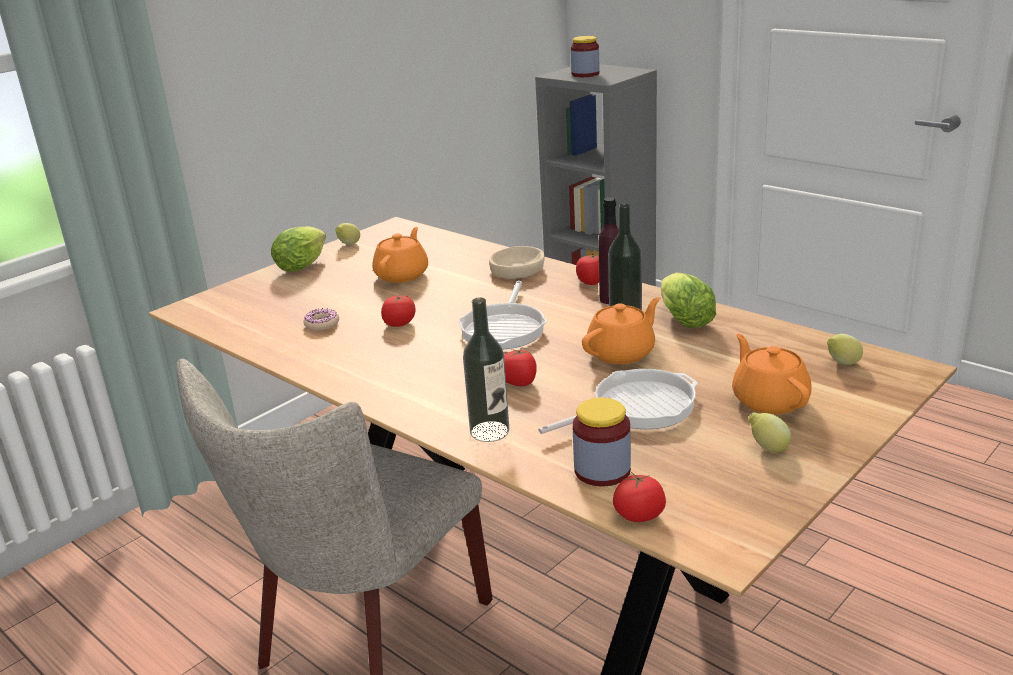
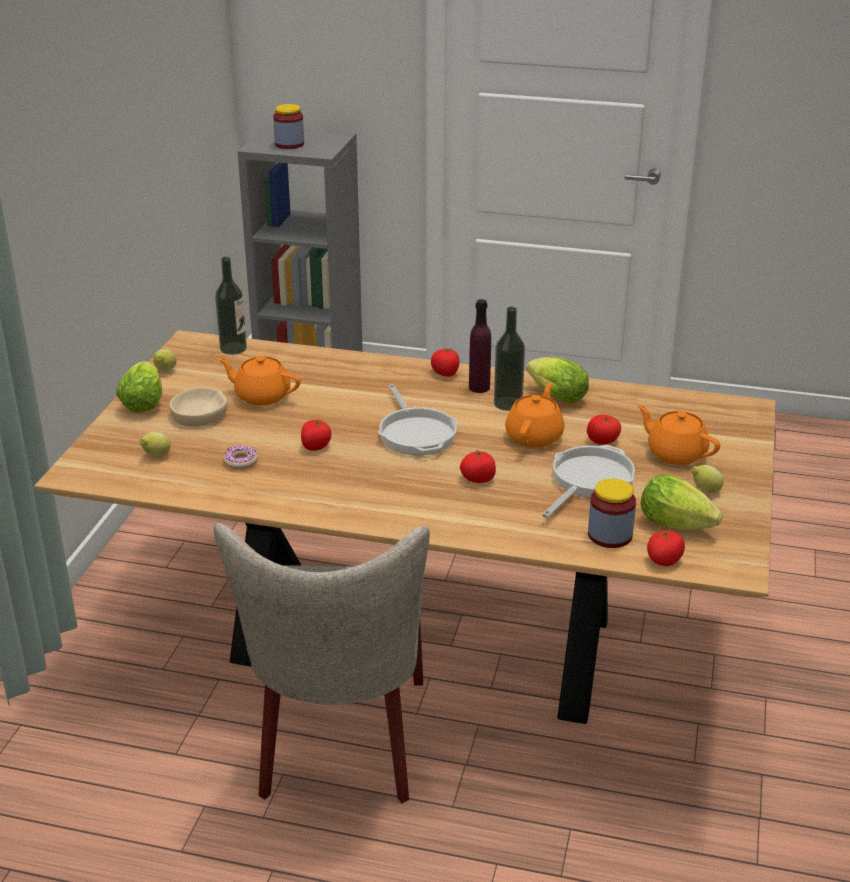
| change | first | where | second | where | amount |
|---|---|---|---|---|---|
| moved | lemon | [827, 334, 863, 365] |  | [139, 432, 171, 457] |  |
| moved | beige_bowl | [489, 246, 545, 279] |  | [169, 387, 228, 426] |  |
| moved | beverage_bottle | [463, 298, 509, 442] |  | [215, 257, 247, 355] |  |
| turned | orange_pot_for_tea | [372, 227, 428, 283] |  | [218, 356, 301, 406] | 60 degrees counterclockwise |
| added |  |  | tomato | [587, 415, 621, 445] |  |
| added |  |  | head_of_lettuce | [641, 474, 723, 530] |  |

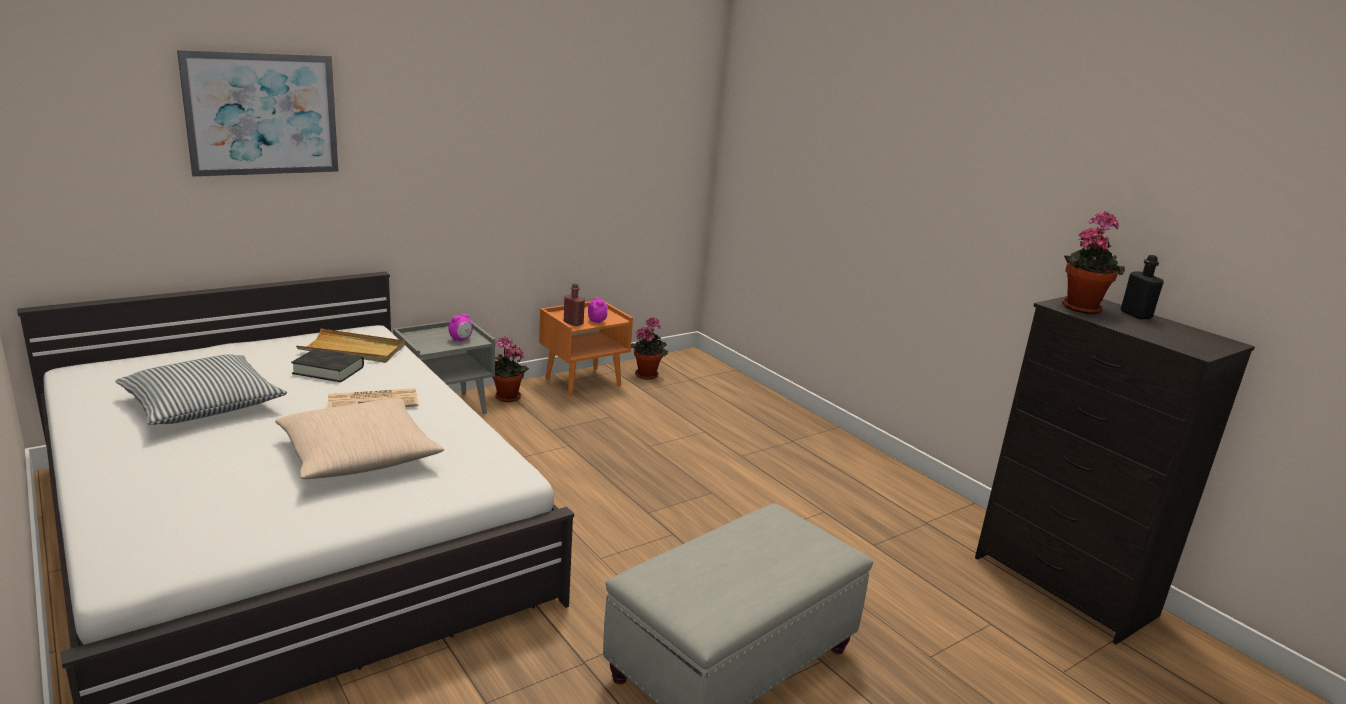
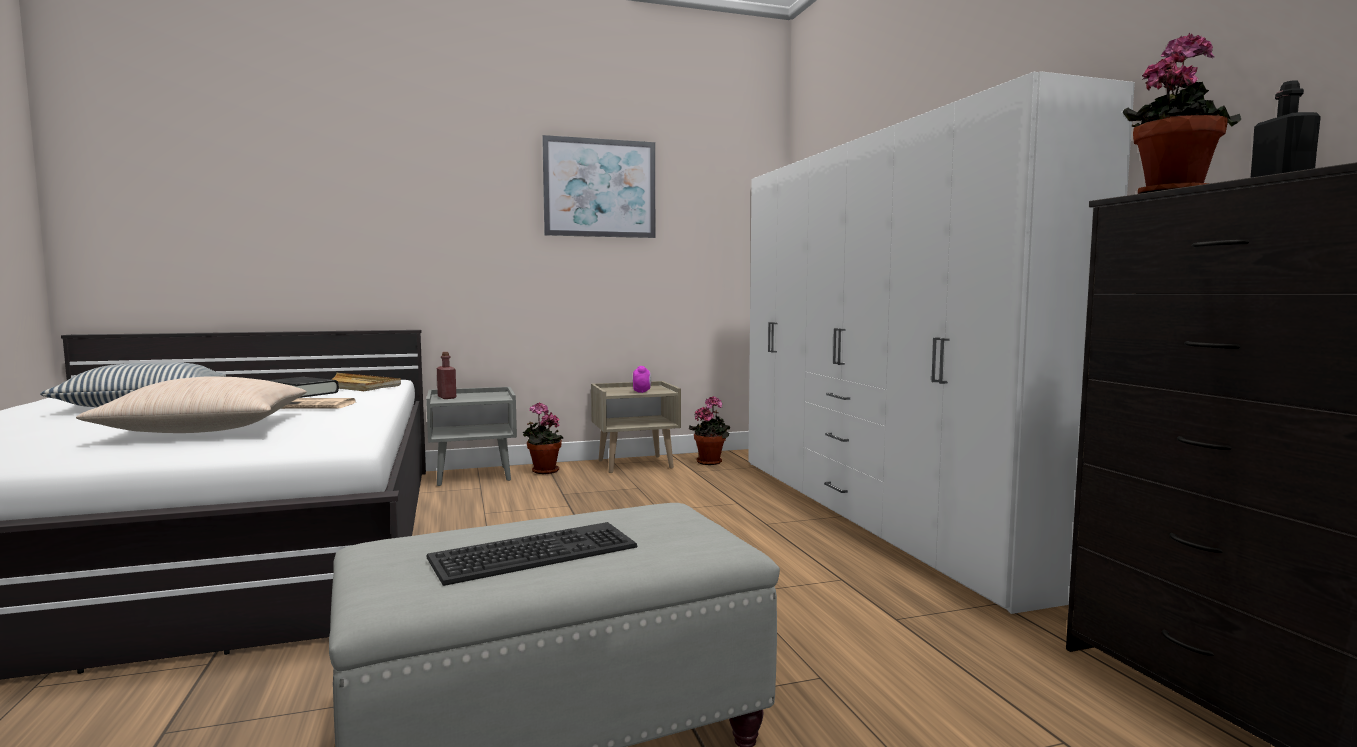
| change | first | where | second | where | amount |
|---|---|---|---|---|---|
| added |  |  | computer_keyboard | [426, 522, 637, 586] |  |
| moved | reddish_beverage_bottle | [564, 283, 585, 326] |  | [437, 352, 456, 399] |  |
| moved | wall_art | [177, 50, 339, 177] |  | [542, 135, 655, 238] |  |
| recoloured | orange_bedside_table | [539, 301, 633, 397] | beige_bedside_table | [591, 381, 681, 473] |  |
| added |  |  | white-coloured_armoire | [748, 71, 1135, 614] |  |
| removed | bedside_clock | [449, 314, 472, 341] |  |  |  |

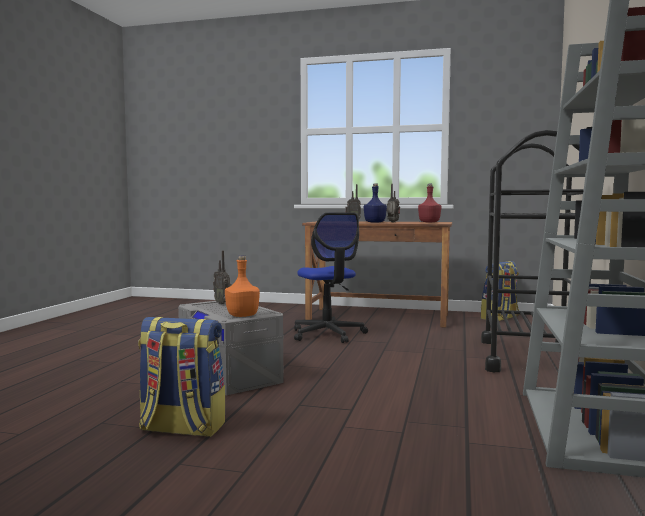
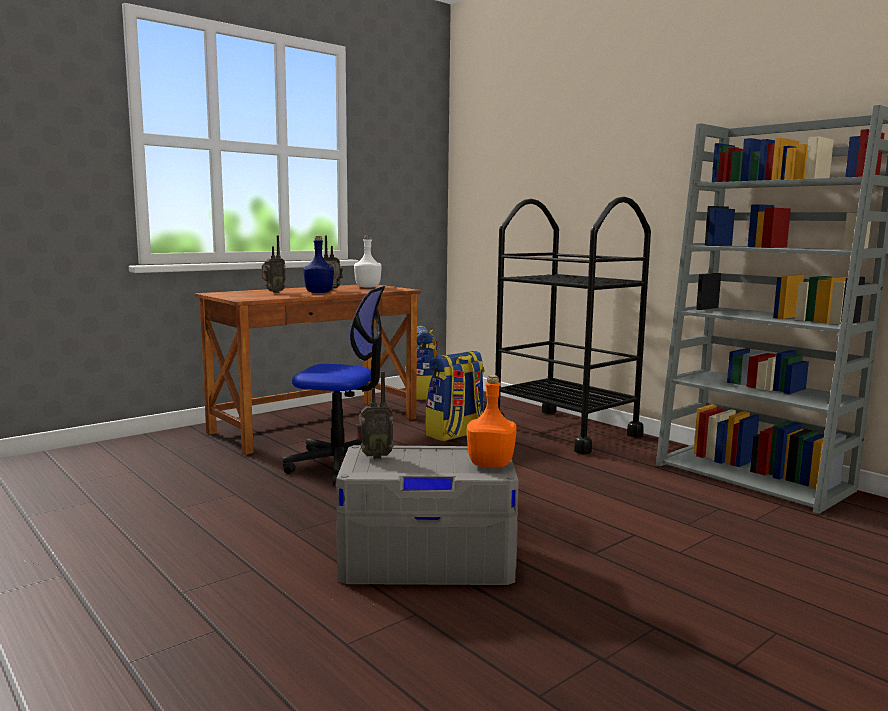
| change | first | where | second | where | amount |
|---|---|---|---|---|---|
| recoloured | reddish_beverage_bottle | [418, 184, 441, 222] | white-coloured_beverage_bottle | [354, 235, 382, 287] |  |
| moved | rucksack | [138, 317, 225, 437] |  | [426, 351, 485, 441] |  |

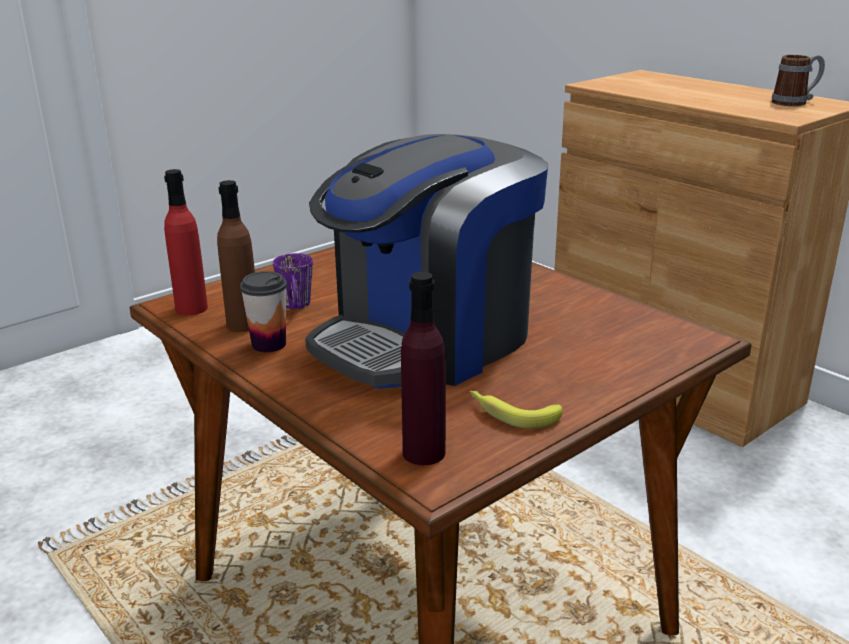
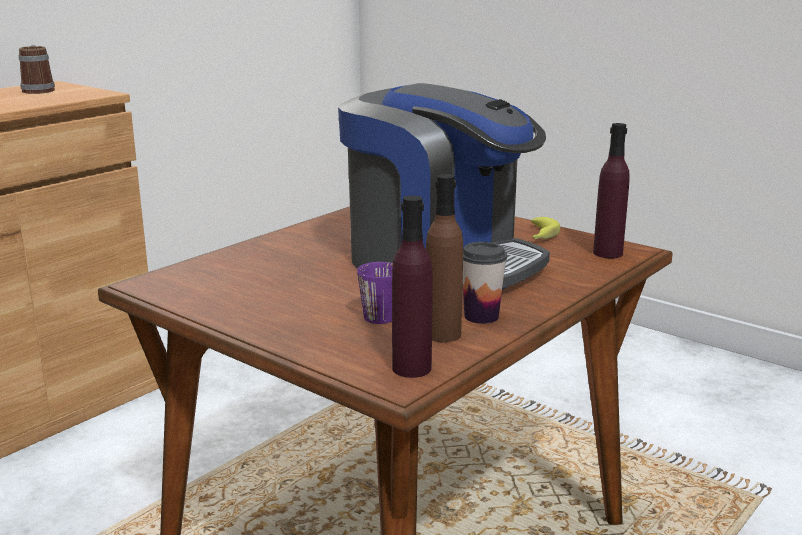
| change | first | where | second | where | amount |
|---|---|---|---|---|---|
| recoloured | reddish_beverage_bottle | [164, 169, 208, 316] | purple-coloured_beverage_bottle | [392, 196, 433, 378] |  |

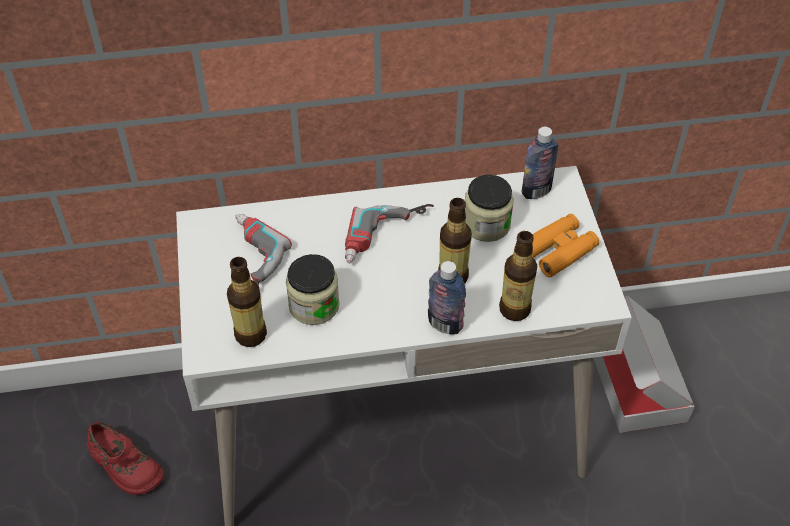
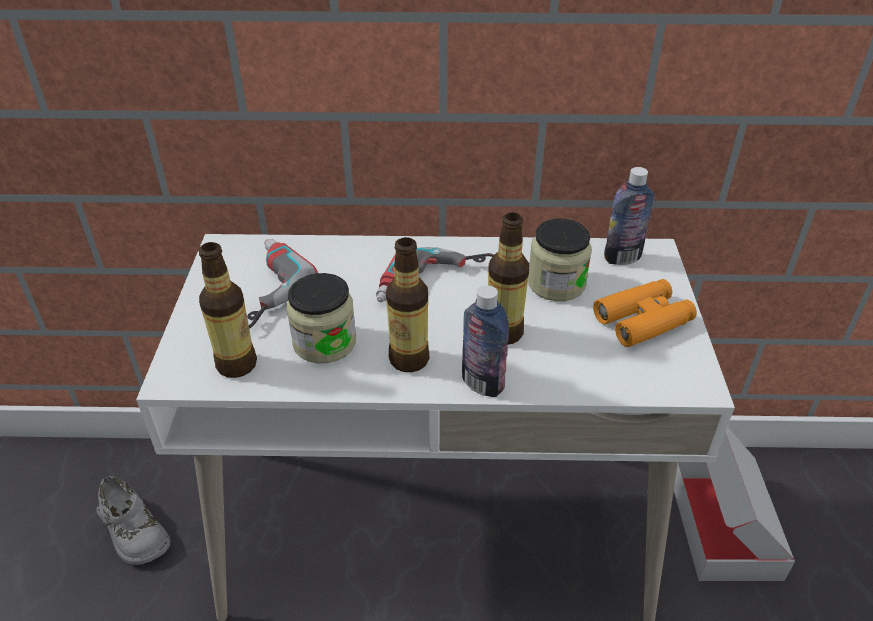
| change | first | where | second | where | amount |
|---|---|---|---|---|---|
| recoloured | reddish_shoe | [87, 422, 165, 495] | gray_shoe | [97, 476, 170, 565] |  |
| moved | beverage_bottle | [499, 231, 537, 321] |  | [386, 237, 430, 372] |  |

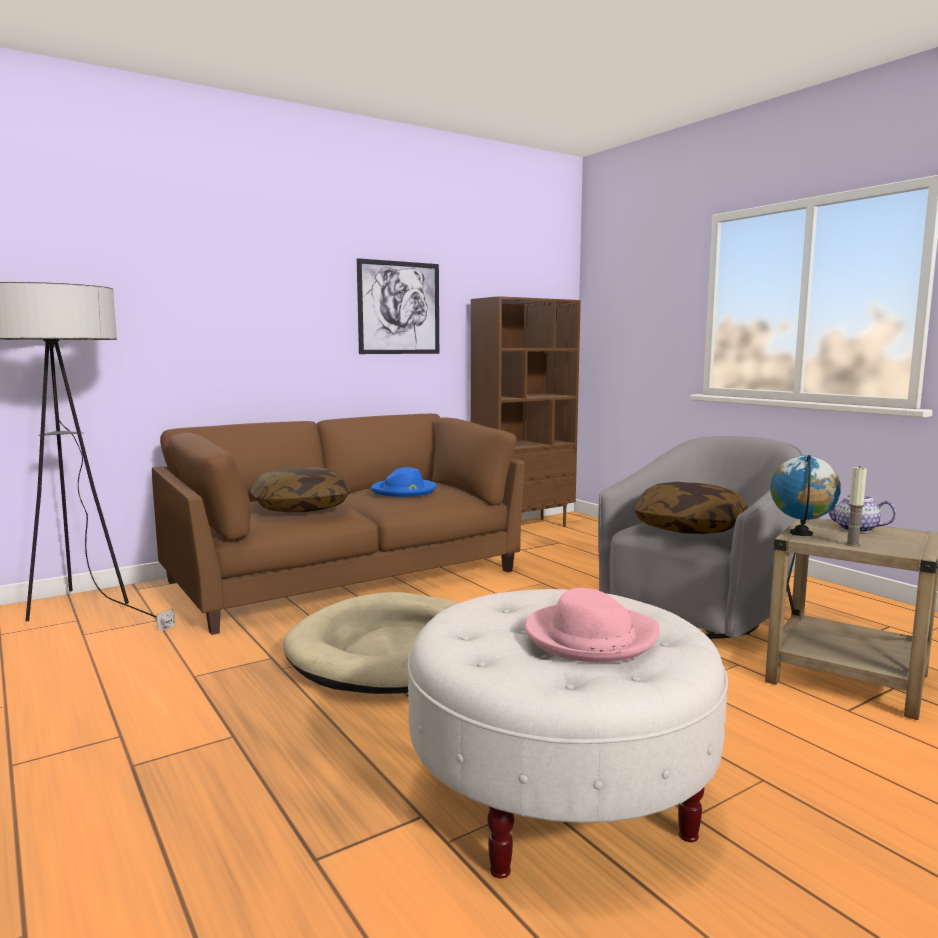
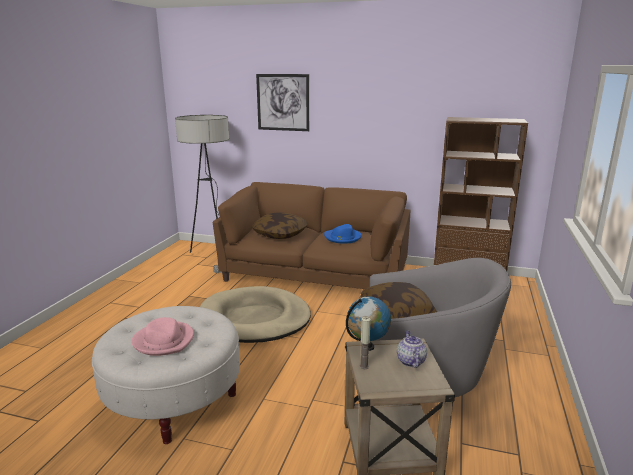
| change | first | where | second | where | amount |
|---|---|---|---|---|---|
| moved | wall_art | [357, 258, 439, 354] |  | [256, 74, 309, 131] |  |

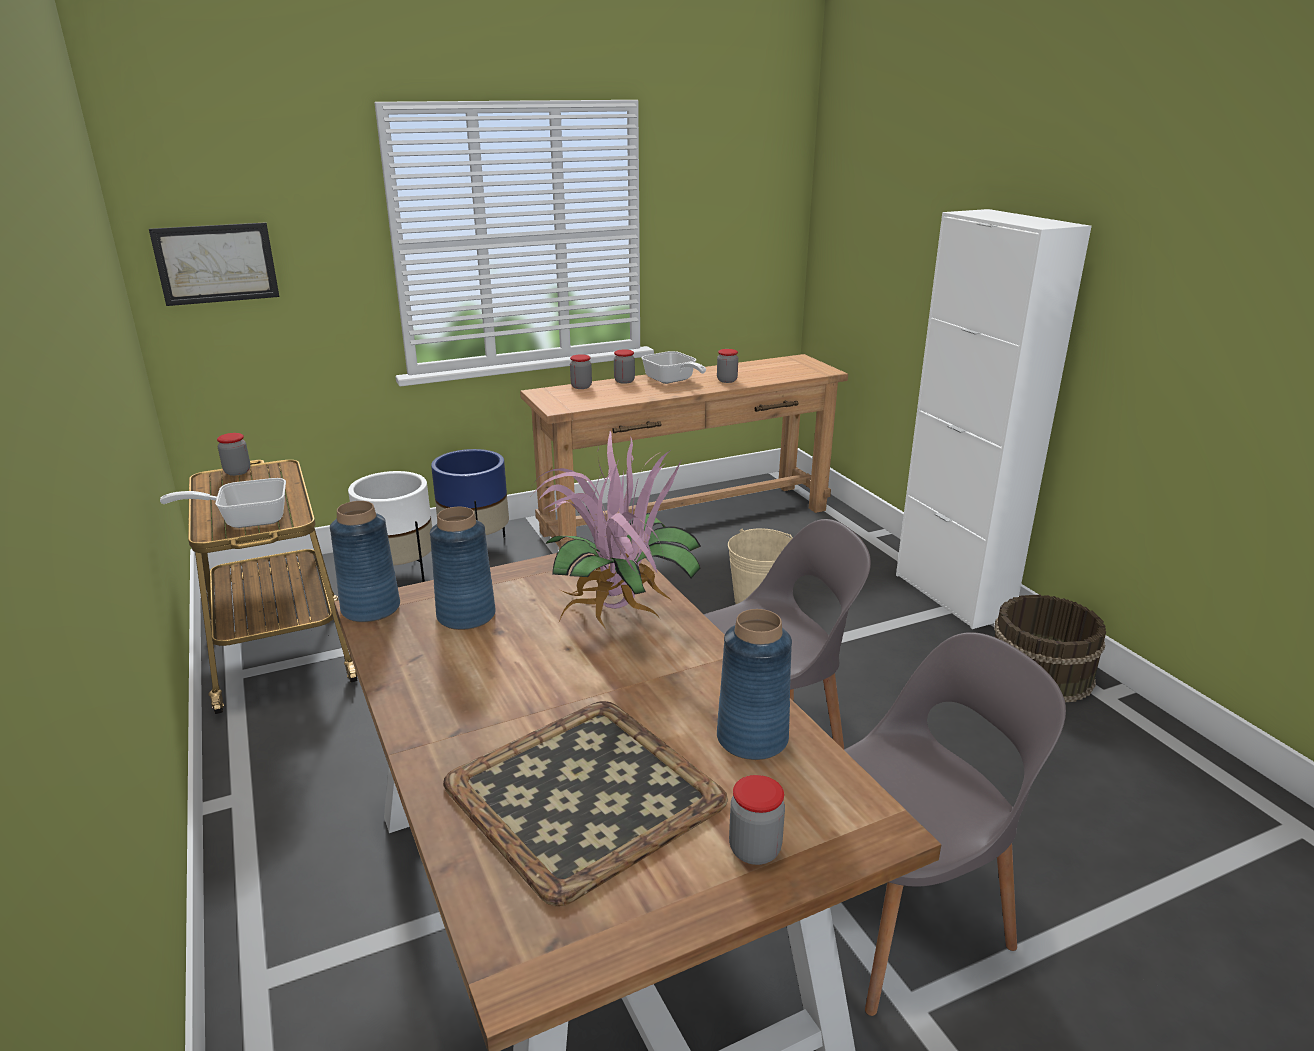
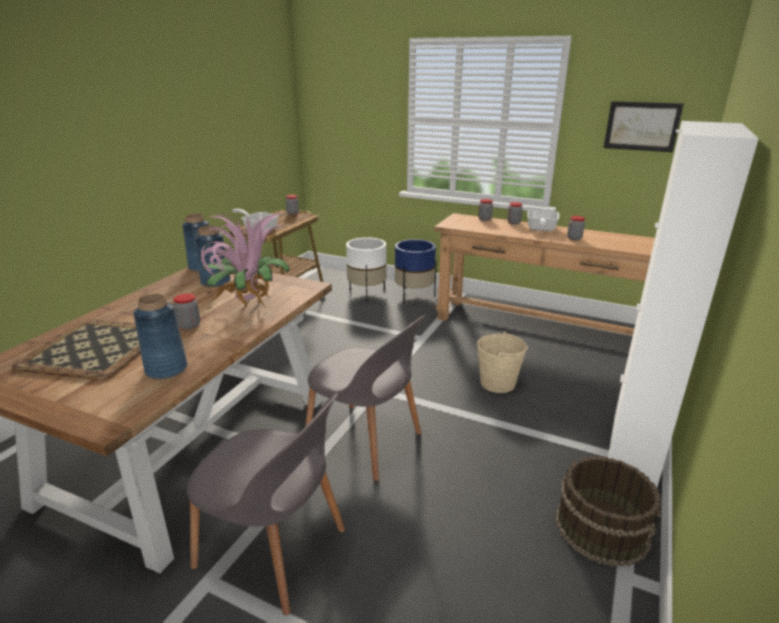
| change | first | where | second | where | amount |
|---|---|---|---|---|---|
| moved | storage_jar | [729, 775, 785, 865] |  | [173, 293, 200, 330] |  |
| moved | wall_art | [149, 222, 279, 306] |  | [604, 101, 684, 152] |  |

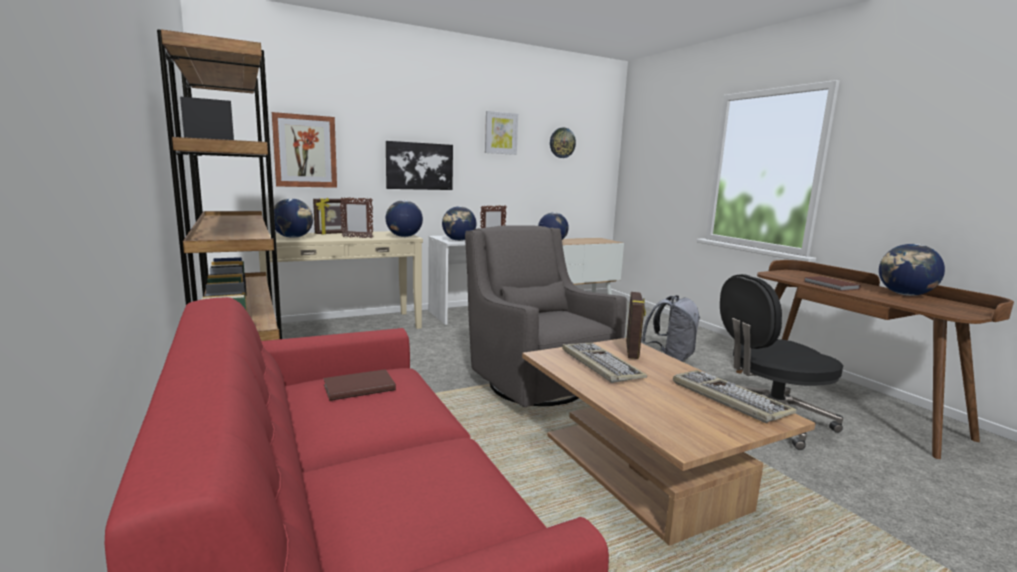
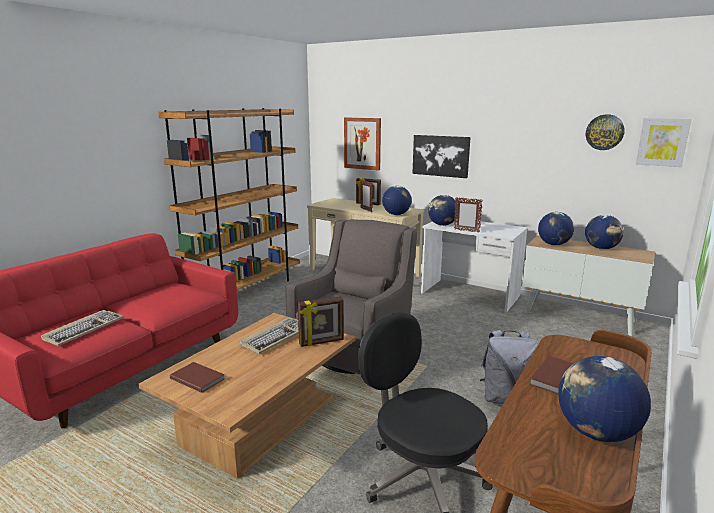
| change | first | where | second | where | amount |
|---|---|---|---|---|---|
| moved | computer_keyboard | [673, 370, 797, 423] |  | [41, 310, 124, 346] |  |
| moved | brown-coloured_volume | [323, 369, 396, 401] |  | [170, 362, 225, 393] |  |
| moved | globe | [274, 198, 313, 238] |  | [585, 215, 624, 249] |  |
| moved | wall_art | [485, 111, 518, 155] |  | [636, 118, 692, 167] |  |

